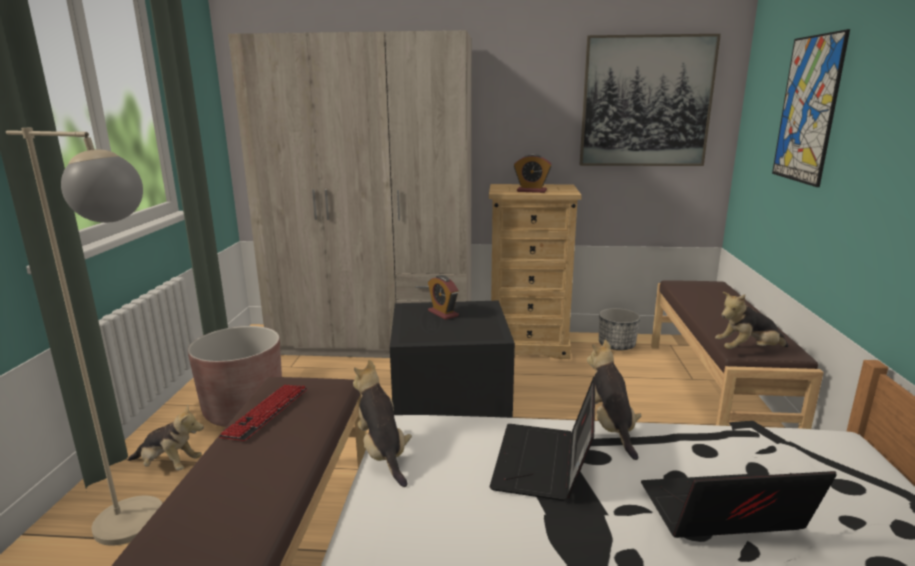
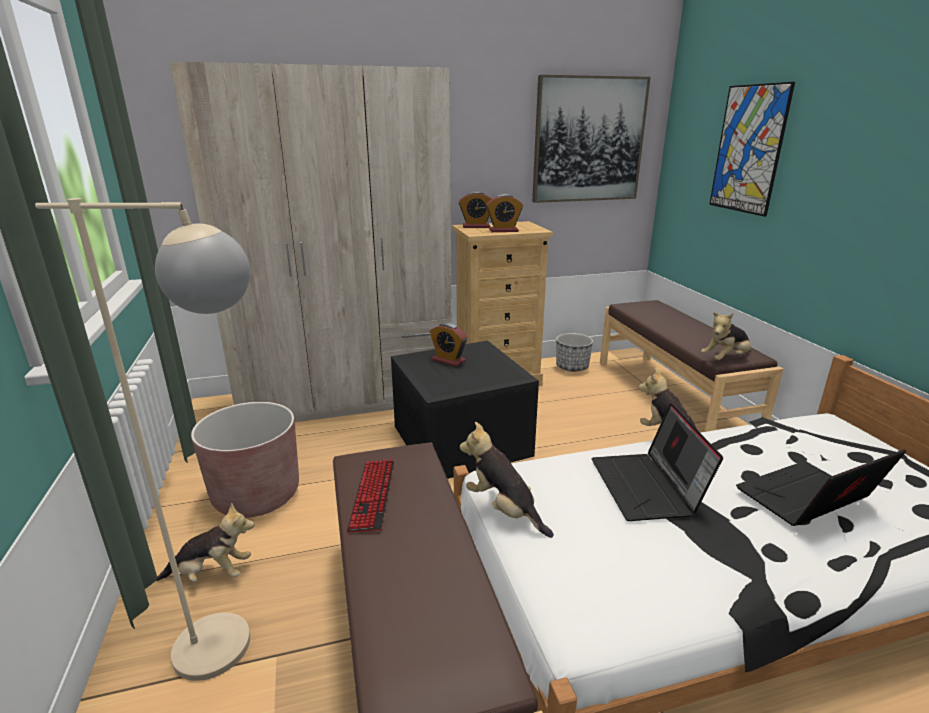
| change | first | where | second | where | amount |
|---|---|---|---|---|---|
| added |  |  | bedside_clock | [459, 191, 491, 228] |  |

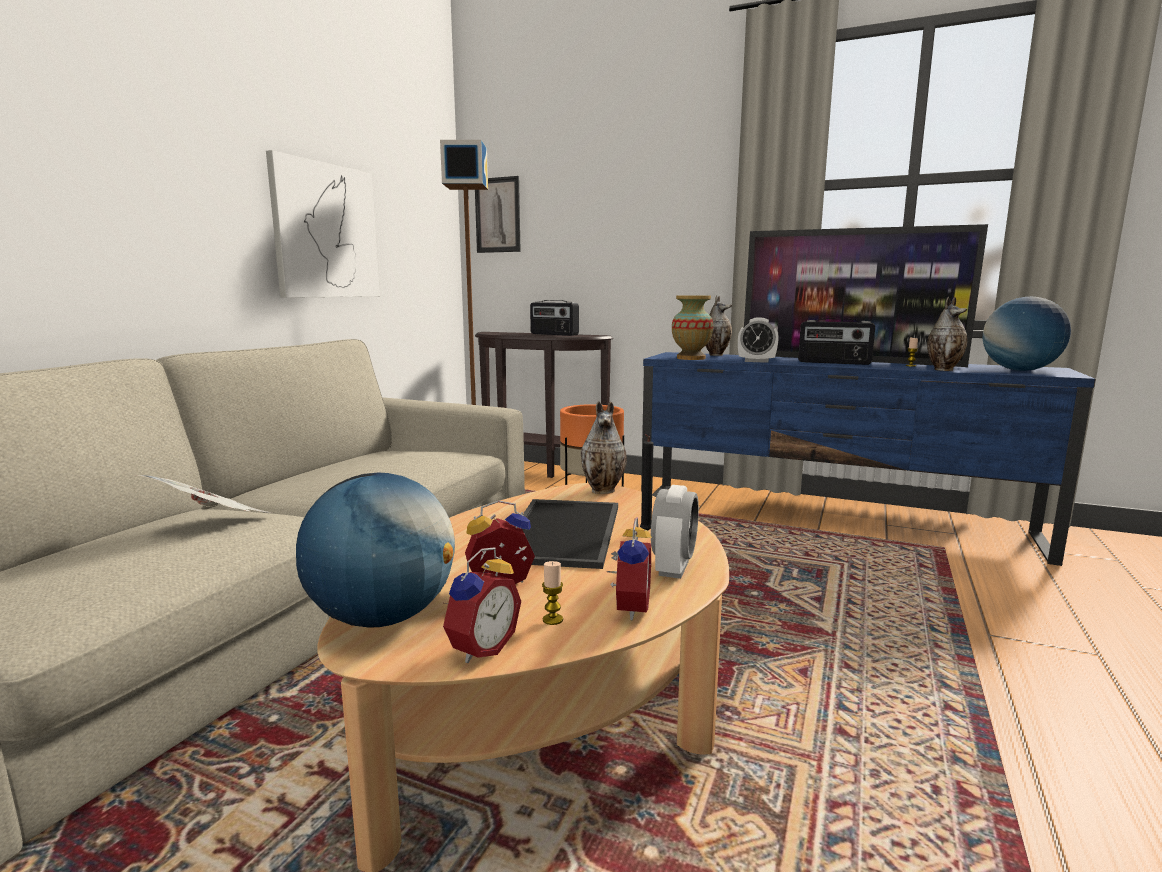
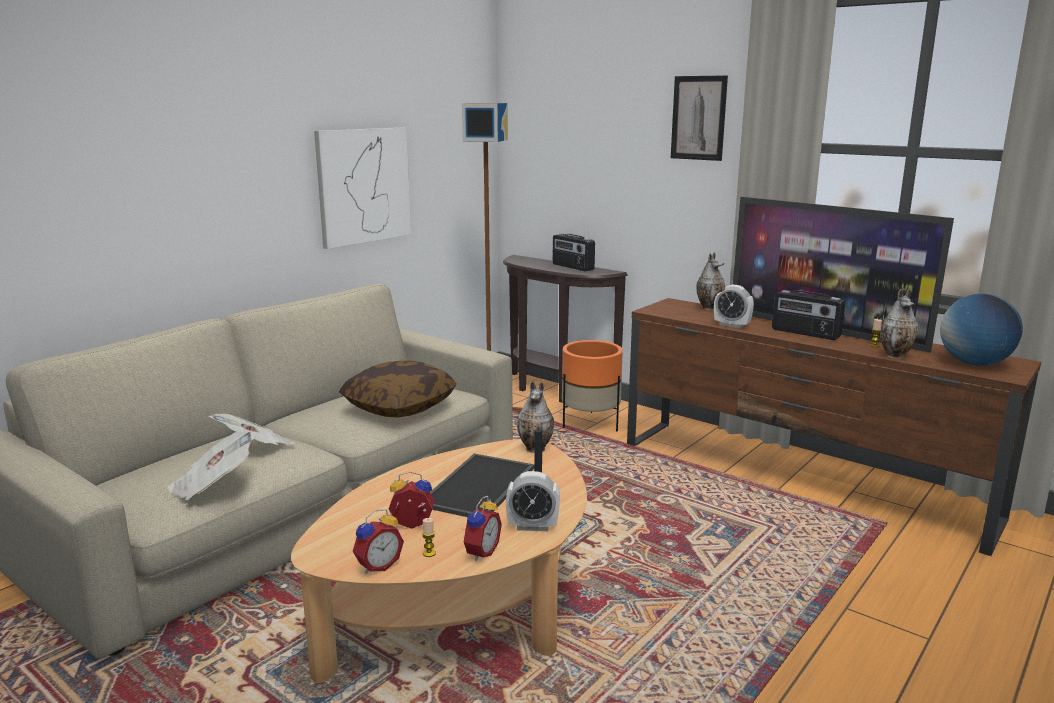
| change | first | where | second | where | amount |
|---|---|---|---|---|---|
| added |  |  | newspaper | [168, 431, 256, 500] |  |
| added |  |  | cushion | [339, 361, 457, 418] |  |
| turned | bedside_clock | [651, 485, 699, 579] |  | [506, 471, 560, 531] | 60 degrees clockwise |
| recoloured | bluish_media_console | [641, 352, 1096, 566] | brown-coloured_media_console | [627, 298, 1041, 556] |  |
| moved | wall_art | [475, 176, 521, 253] |  | [671, 75, 728, 161] |  |
| removed | globe | [296, 473, 455, 628] |  |  |  |
| removed | vase | [672, 295, 713, 360] |  |  |  |

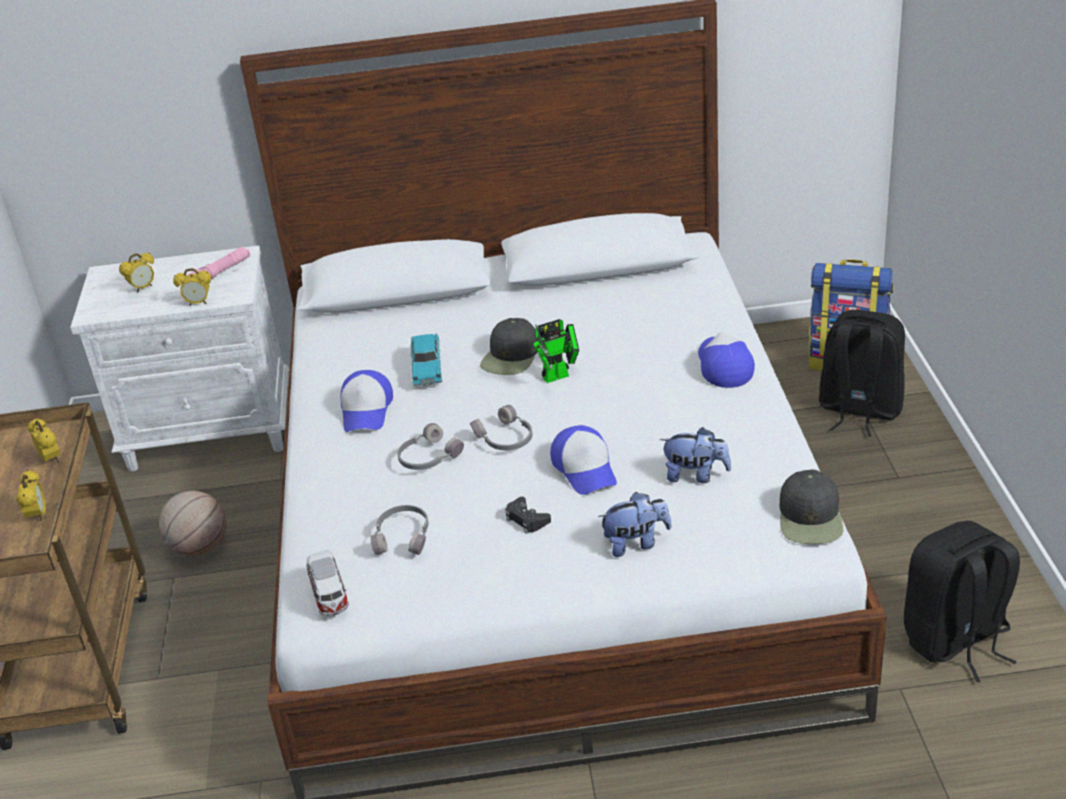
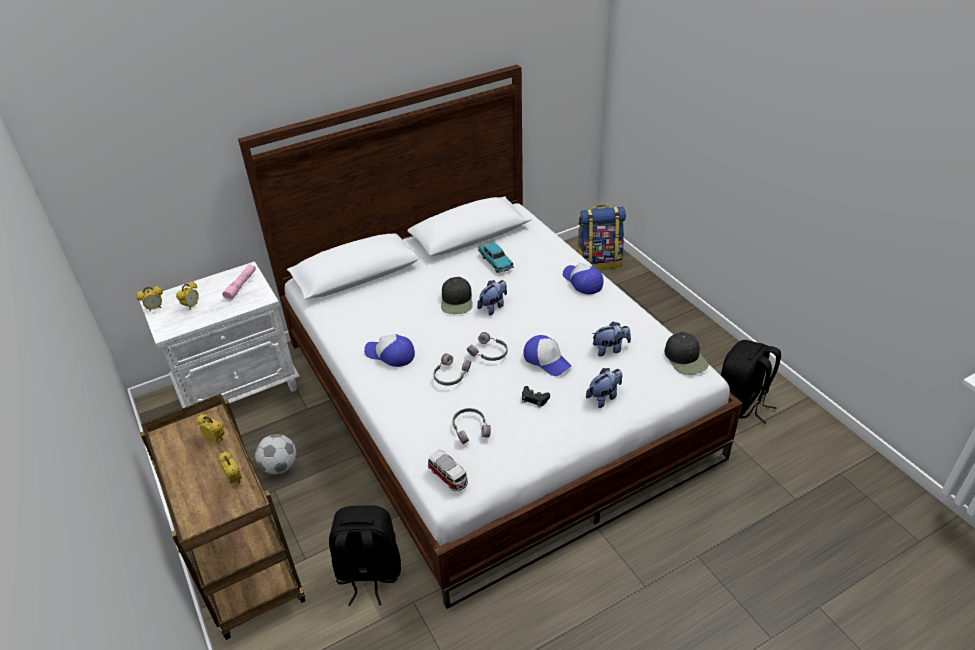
| change | first | where | second | where | amount |
|---|---|---|---|---|---|
| moved | bedside_clock | [173, 268, 212, 306] |  | [136, 286, 163, 311] |  |
| replaced | basketball_ball | [159, 491, 227, 556] | football_ball | [255, 434, 296, 475] |  |
| moved | black-coloured_rucksack | [819, 310, 905, 437] |  | [329, 505, 401, 606] |  |
| turned | baseball_cap | [341, 370, 393, 432] |  | [364, 334, 415, 367] | 135 degrees clockwise |
| replaced | toy_robot | [534, 319, 579, 383] | plush_toy | [477, 280, 507, 316] |  |
| moved | turquoise_toy_car | [411, 333, 442, 386] |  | [478, 242, 514, 273] |  |

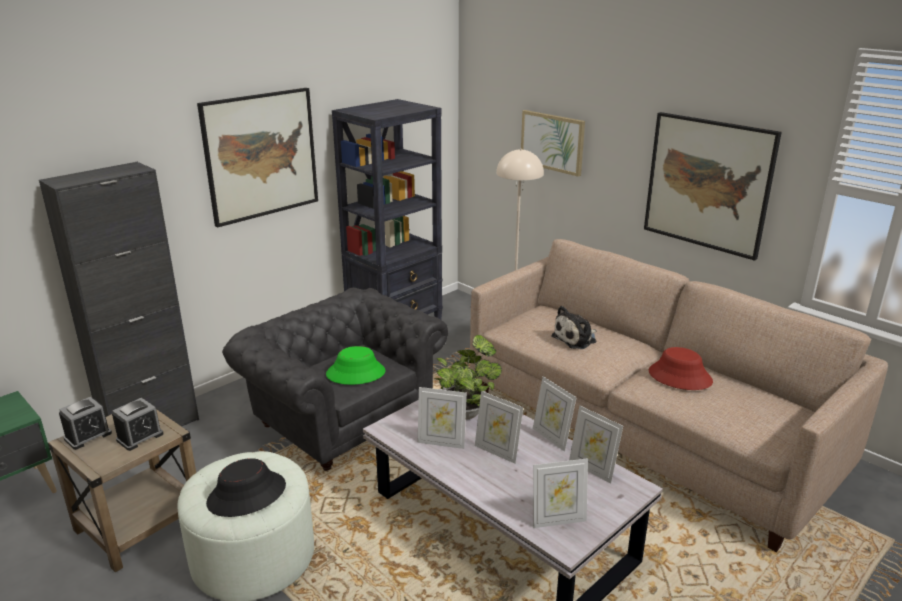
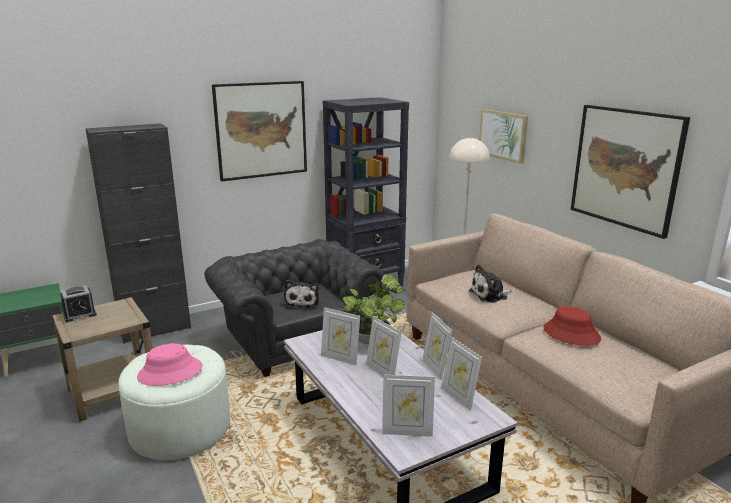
| change | first | where | second | where | amount |
|---|---|---|---|---|---|
| recoloured | black-coloured_wearable_hat | [206, 458, 286, 517] | pink-coloured_wearable_hat | [137, 343, 203, 386] |  |
| replaced | greenish_wearable_hat | [326, 346, 385, 385] | plush_toy | [284, 280, 319, 308] |  |
| removed | bedside_clock | [112, 398, 163, 451] |  |  |  |

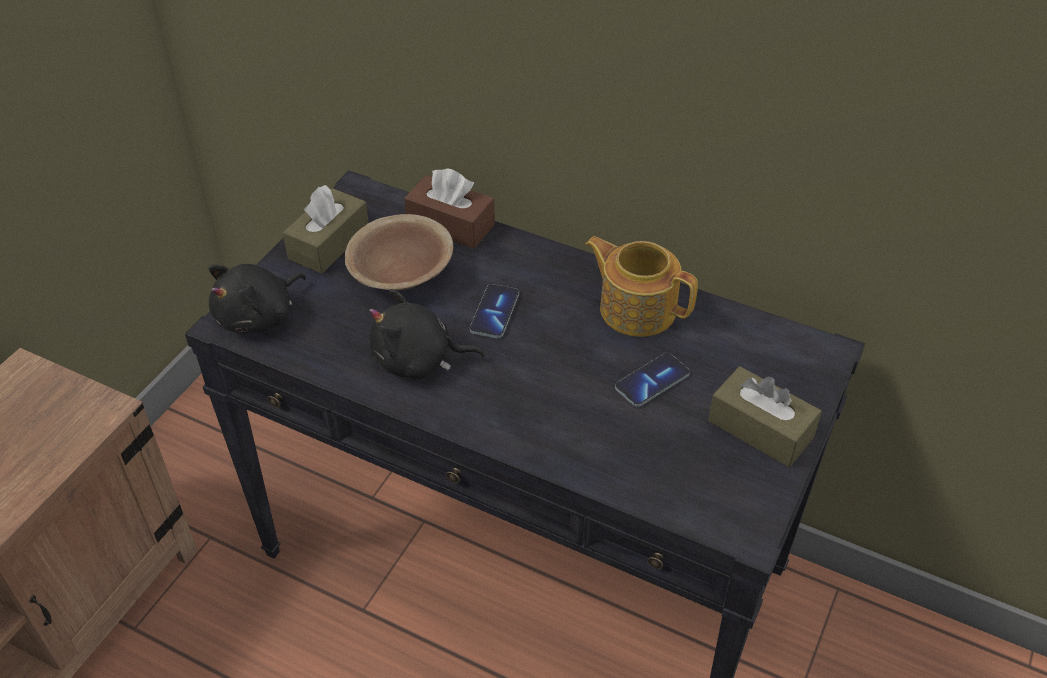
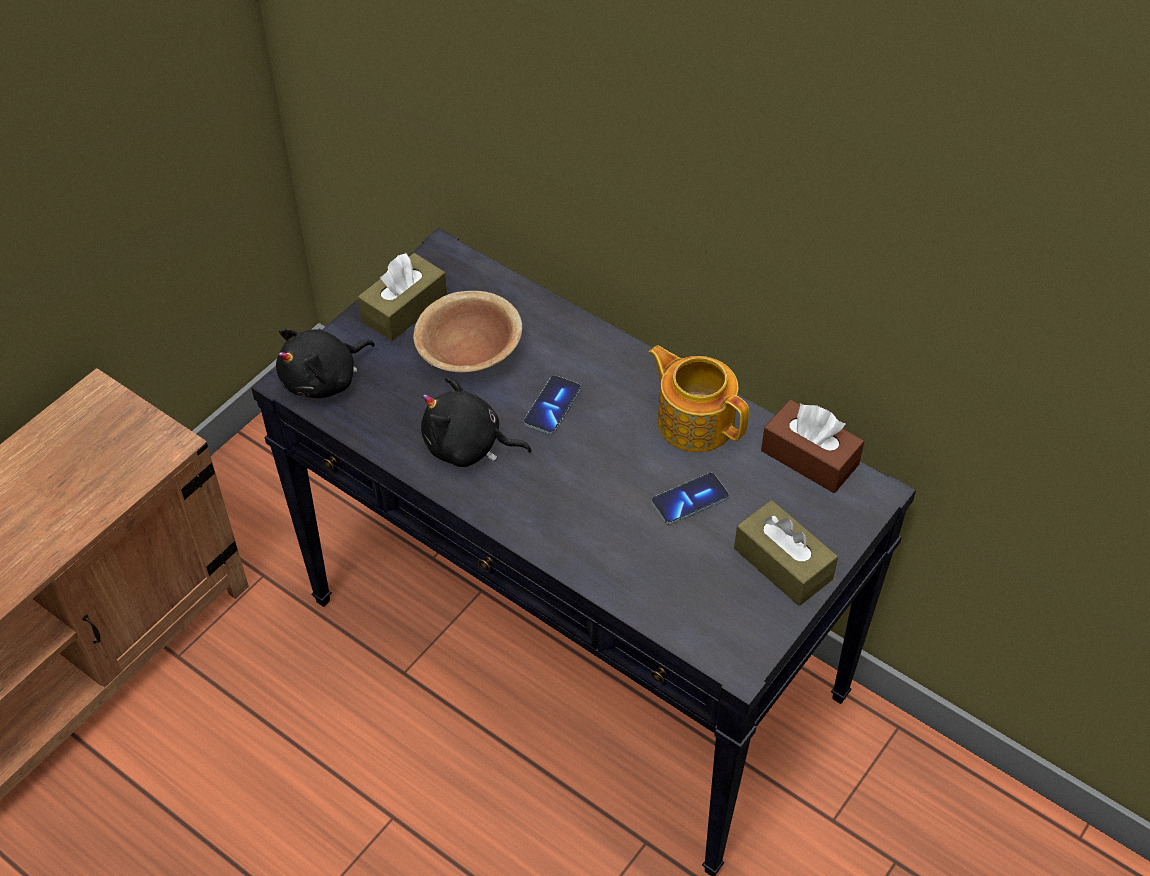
| change | first | where | second | where | amount |
|---|---|---|---|---|---|
| moved | brown-coloured_tissue_holder | [404, 168, 495, 248] |  | [761, 400, 864, 493] |  |

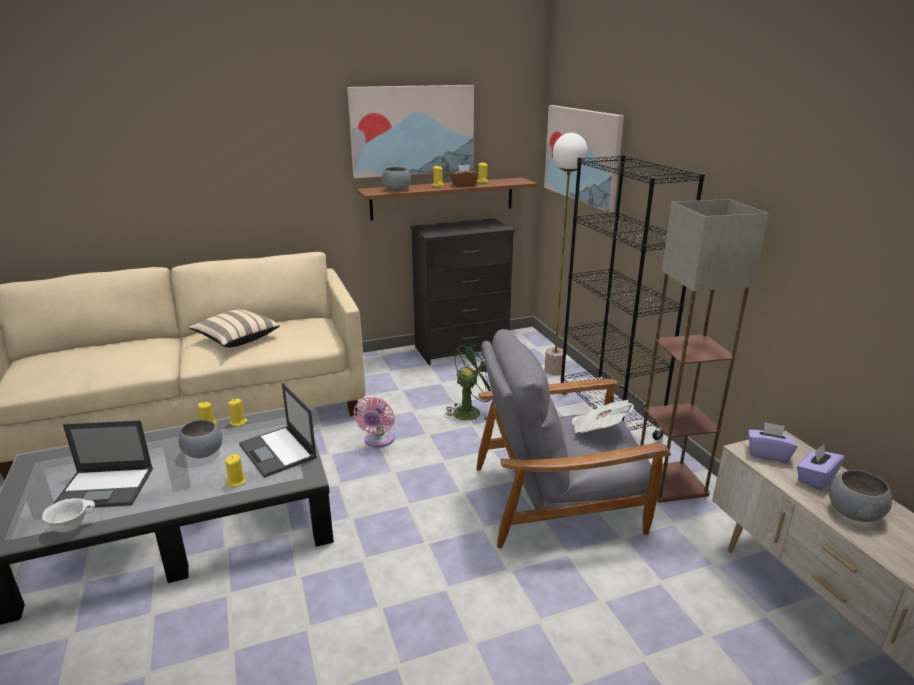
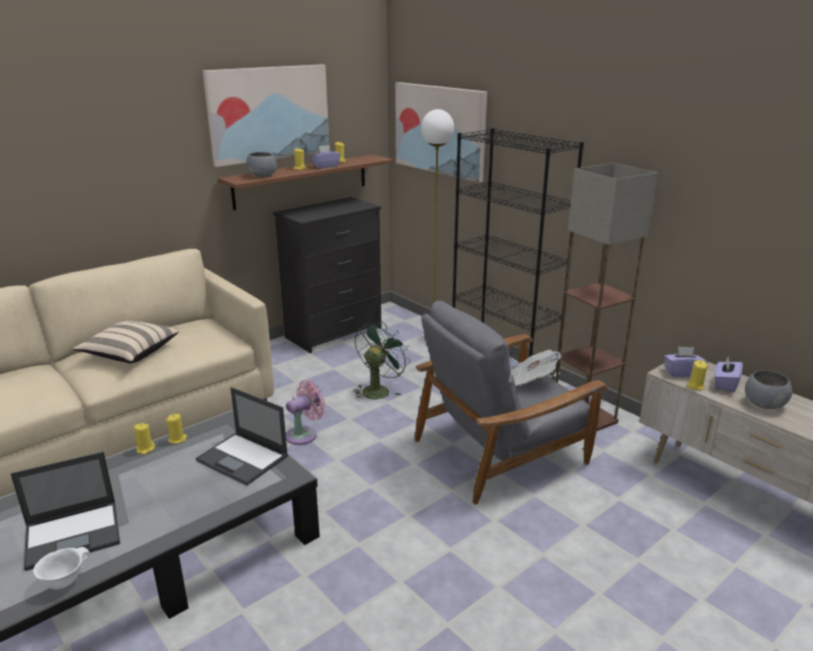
| change | first | where | second | where | amount |
|---|---|---|---|---|---|
| turned | pink-coloured_electric_fan | [353, 397, 395, 448] |  | [286, 380, 325, 445] | 120 degrees counterclockwise |
| recoloured | brown-coloured_tissue_holder | [451, 165, 478, 187] | purple-coloured_tissue_holder | [311, 145, 340, 168] |  |
| moved | yellow-coloured_wax_candle | [225, 454, 246, 487] |  | [687, 360, 707, 390] |  |
| removed | gray_bowl | [178, 420, 222, 458] |  |  |  |

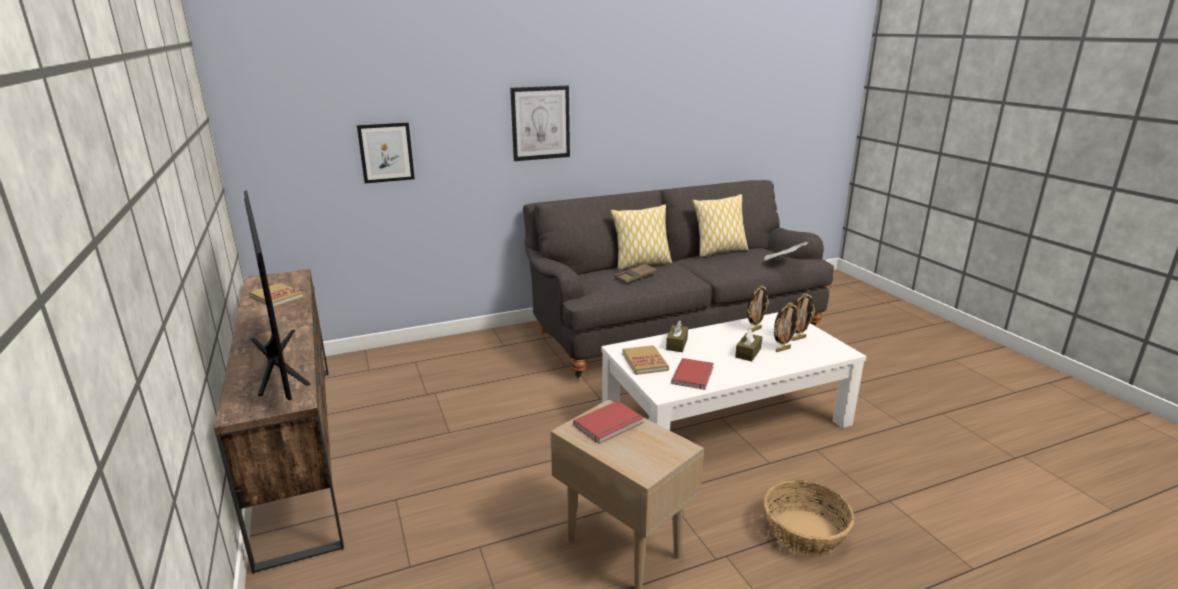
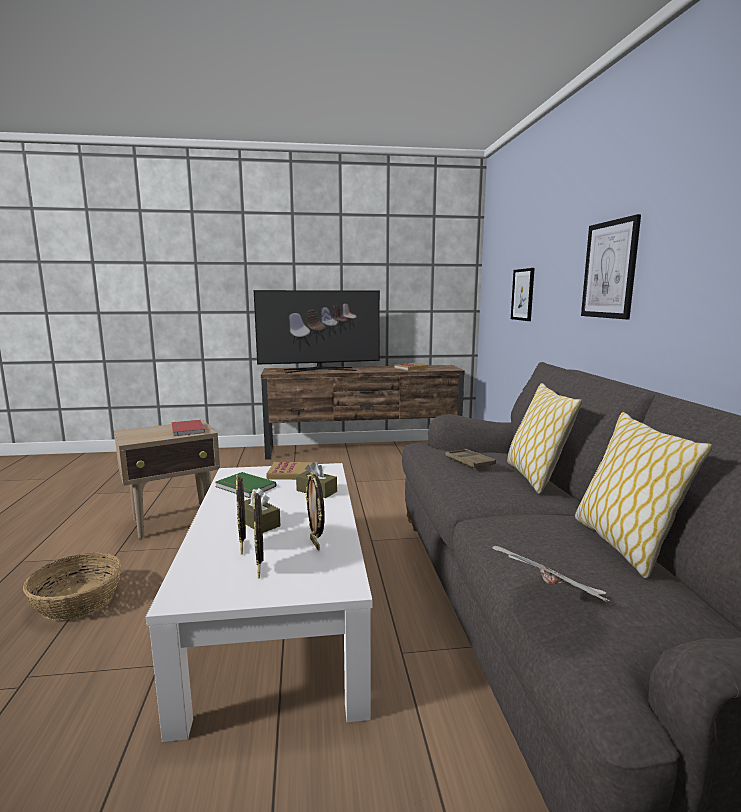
| change | first | where | second | where | amount |
|---|---|---|---|---|---|
| recoloured | reddish_volume | [671, 358, 714, 390] | greenish_volume | [215, 472, 276, 498] |  |

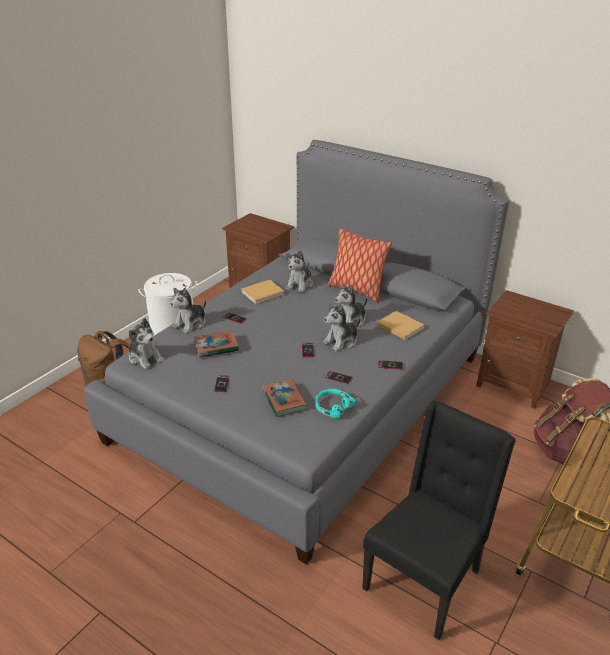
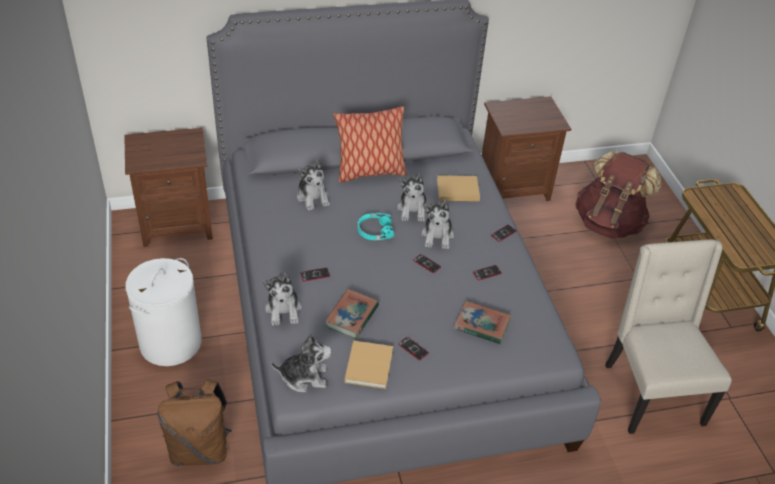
| change | first | where | second | where | amount |
|---|---|---|---|---|---|
| moved | beige_volume | [241, 280, 285, 304] |  | [344, 340, 393, 389] |  |
| moved | turquoise_headset | [315, 389, 355, 418] |  | [357, 213, 394, 240] |  |
| recoloured | black-coloured_upright_chair | [362, 401, 516, 640] | beige_upright_chair | [605, 239, 732, 434] |  |

